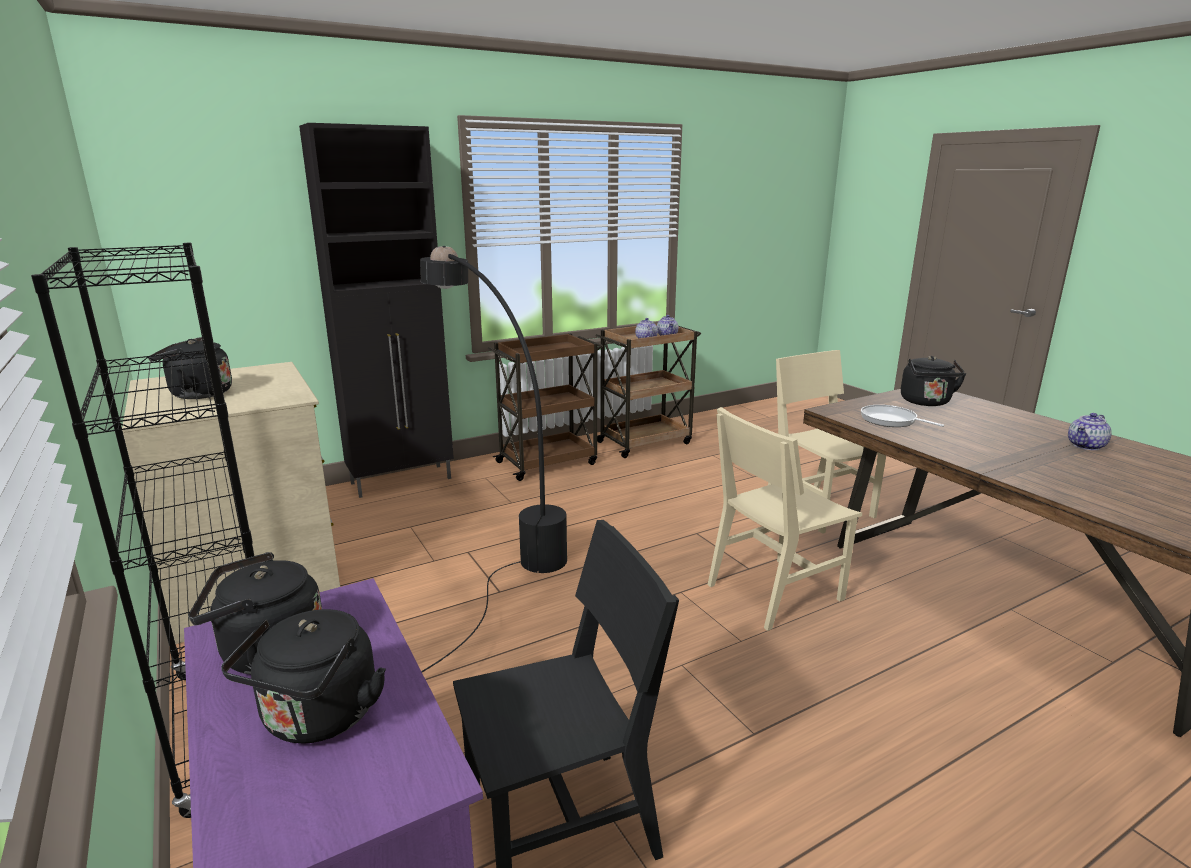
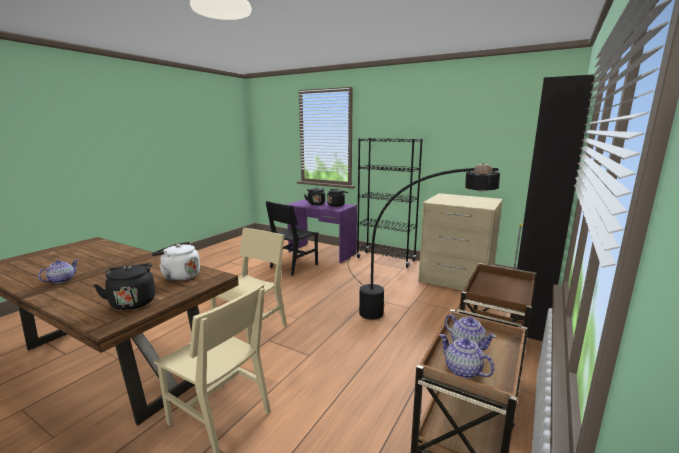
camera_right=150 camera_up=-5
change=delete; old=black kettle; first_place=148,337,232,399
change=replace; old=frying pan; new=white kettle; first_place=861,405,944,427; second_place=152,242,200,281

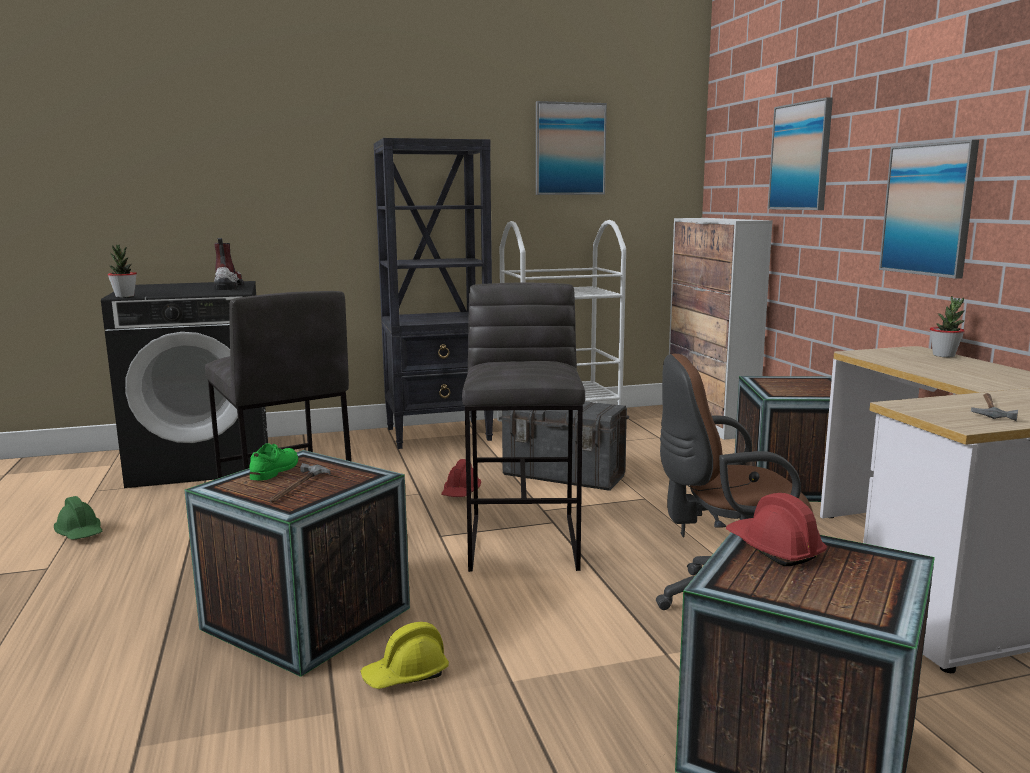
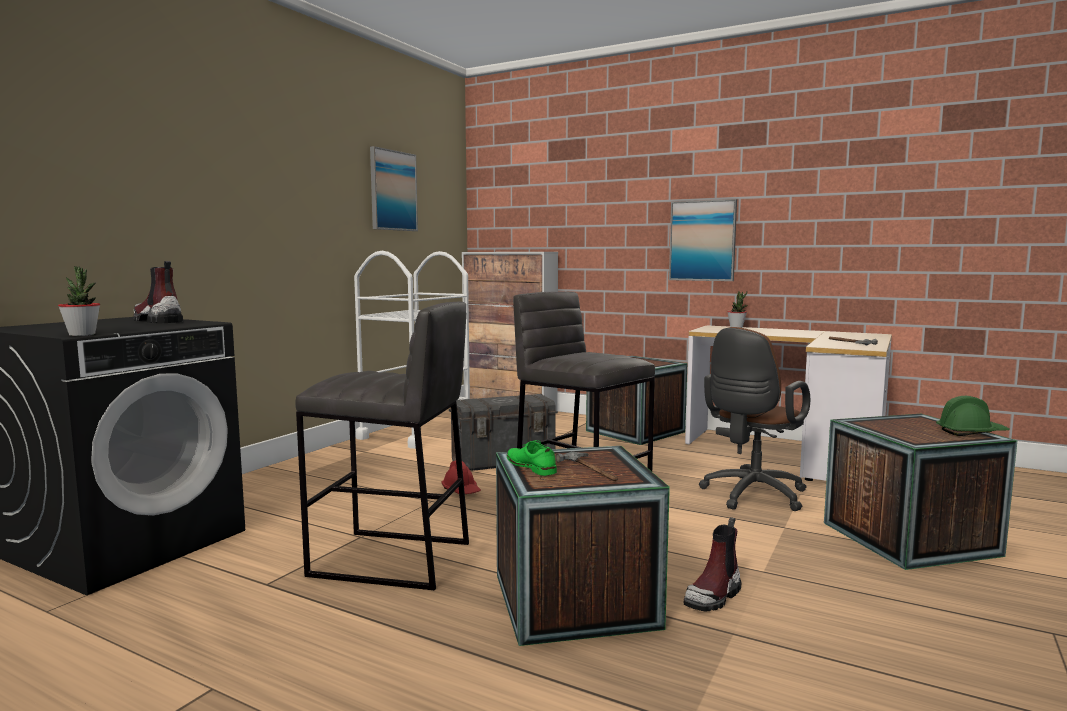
camera_right=-45 camera_up=-5
change=move; old=green hard hat; first_place=54,496,102,539; second_place=936,396,1010,436
change=replace; old=yellow hard hat; new=boot; first_place=360,622,449,689; second_place=683,517,742,611
change=delete; old=black bookcase; first_place=374,138,494,449
change=delete; old=red hard hat; first_place=726,493,827,566
change=delete; old=picture; first_place=768,97,833,210

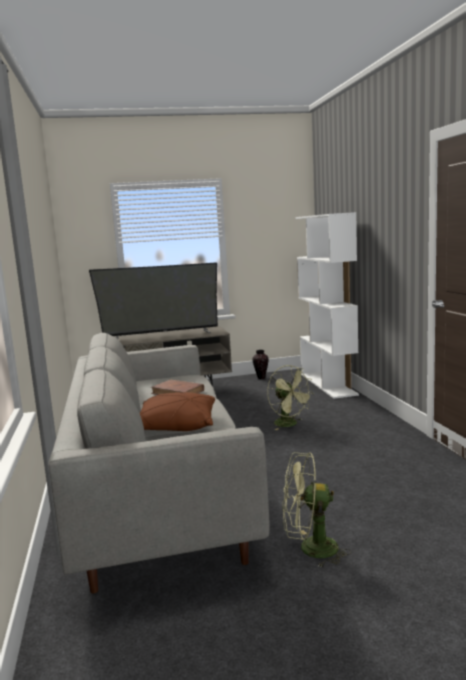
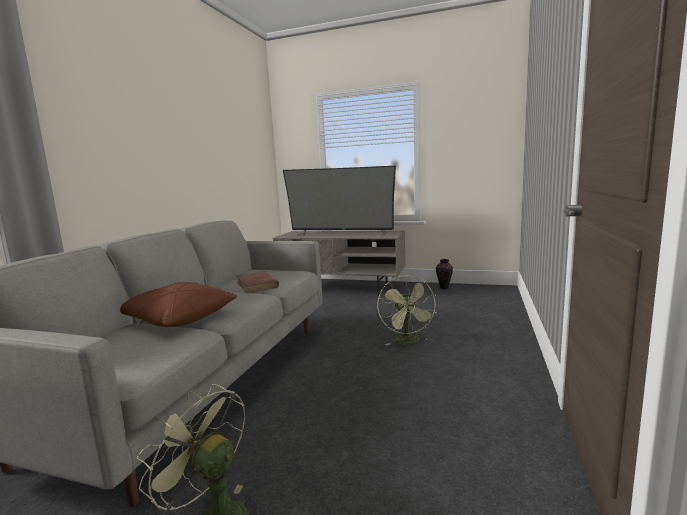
camera_right=30 camera_up=0
change=delete; old=white bookcase; first_place=296,212,359,399

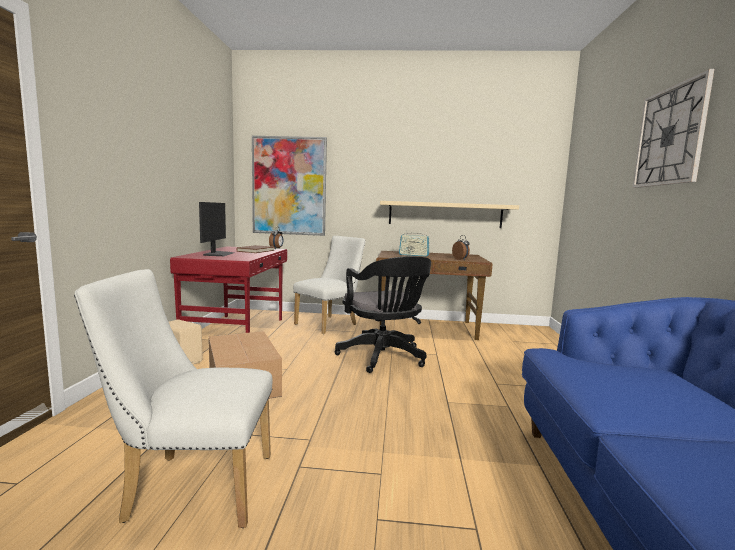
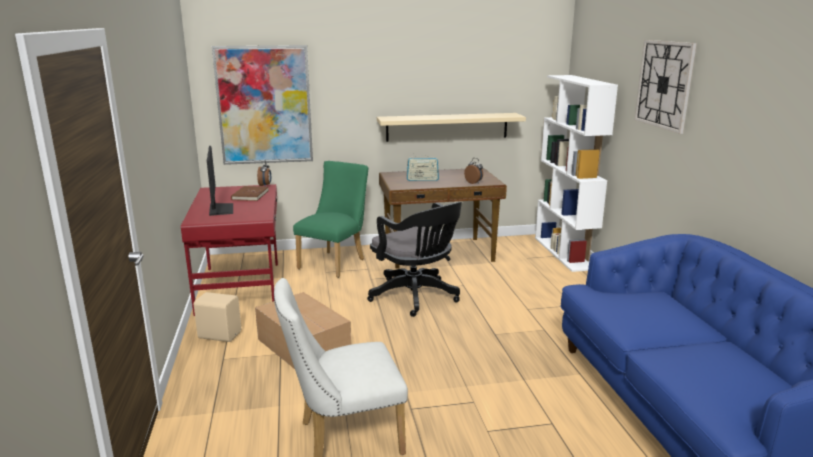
camera_right=-15 camera_up=10
change=recolor; old=white chair; new=green chair; first_place=293,236,366,334; second_place=293,161,368,278
change=insert; new=white bookcase; second_place=535,75,618,272

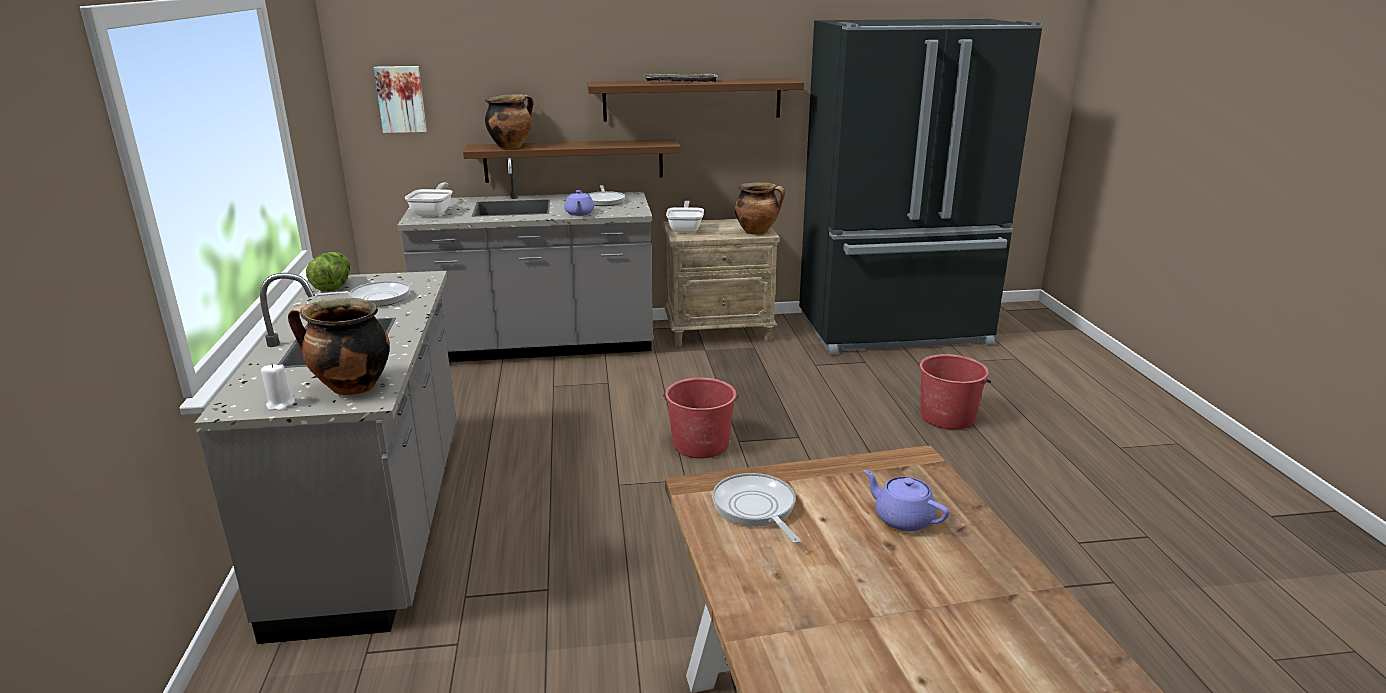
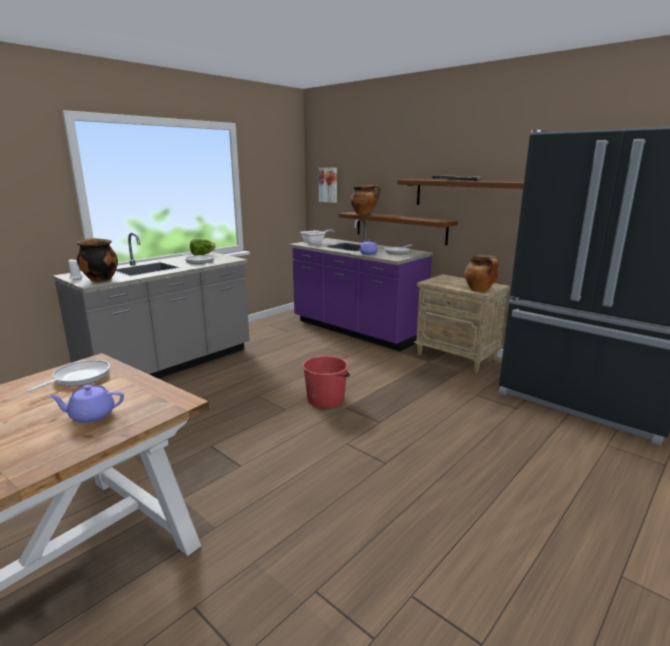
camera_right=50 camera_up=-5
change=recolor; old=grey counter; new=purple counter; first_place=397,158,653,362; second_place=289,219,433,352
change=delete; old=frying pan; first_place=666,201,704,233
change=rotate; old=purple teapot; first_place=863,470,949,531; second_place=48,385,124,423; degrees=-105
change=delete; old=red bucket; first_place=919,354,991,430

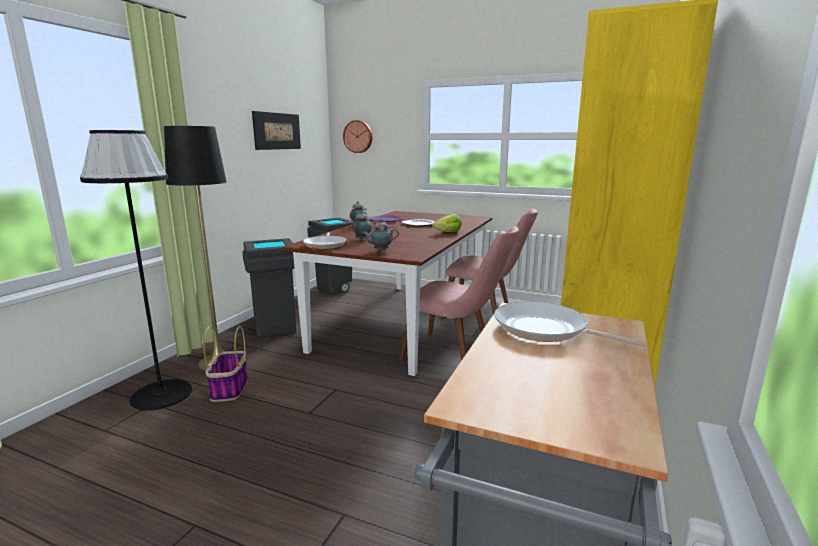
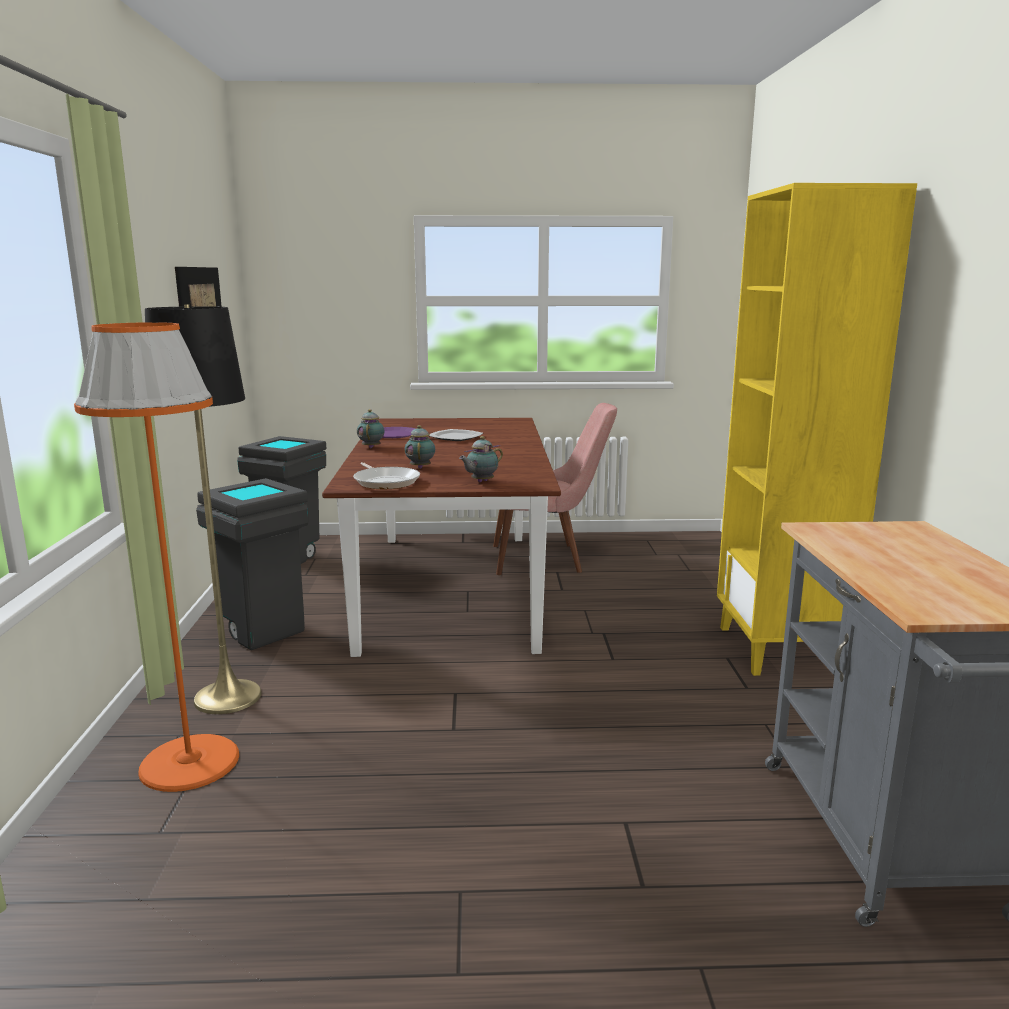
camera_right=-25 camera_up=0
change=recolor; old=black floor lamp; new=orange floor lamp; first_place=80,130,192,410; second_place=74,322,239,792
change=delete; old=basket; first_place=203,326,248,402
change=delete; old=wall clock; first_place=343,120,372,153
change=delete; old=pink chair; first_place=399,226,519,361
change=delete; old=lettuce; first_place=432,214,462,232
change=delete; old=frying pan; first_place=494,301,645,346

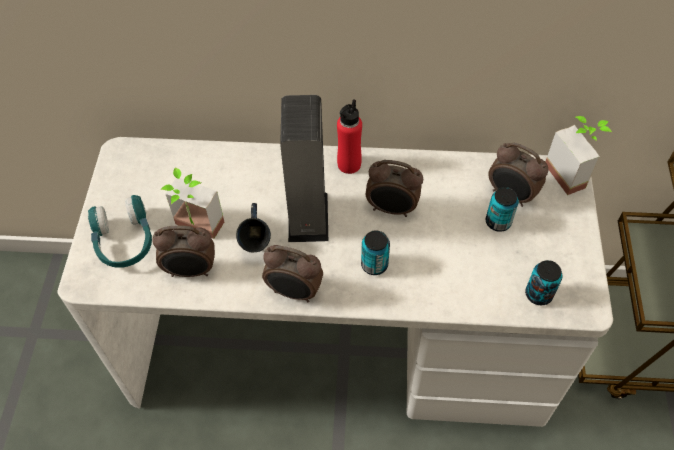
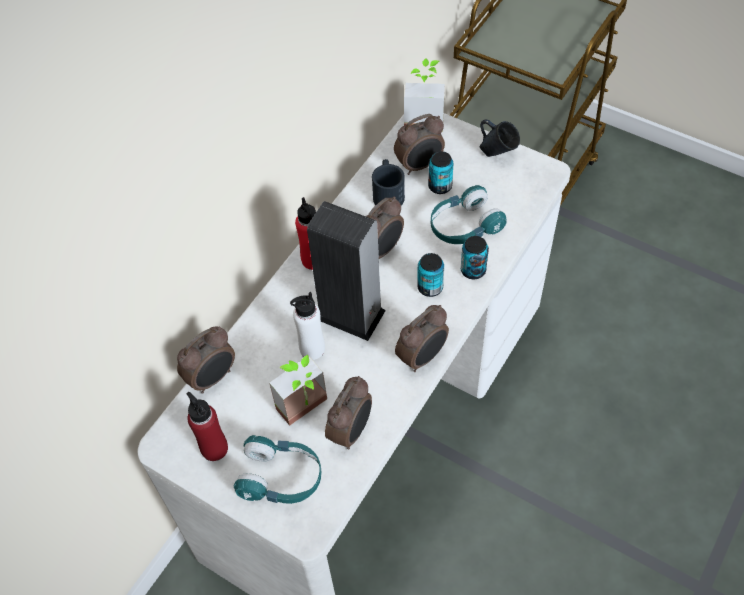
camera_right=-60 camera_up=0
change=move; old=blue mug; first_place=236,203,271,252; second_place=479,120,520,157
change=move; old=can; first_place=525,260,562,305; second_place=461,236,489,279
change=insert; new=alarm clock; second_place=177,327,235,394
change=insert; new=red bottle; second_place=186,392,228,461
change=insert; new=white bottle; second_place=290,292,325,360
change=insert; new=black mug; second_place=372,159,405,206
change=insert; new=turquoise headphones; second_place=431,185,507,244

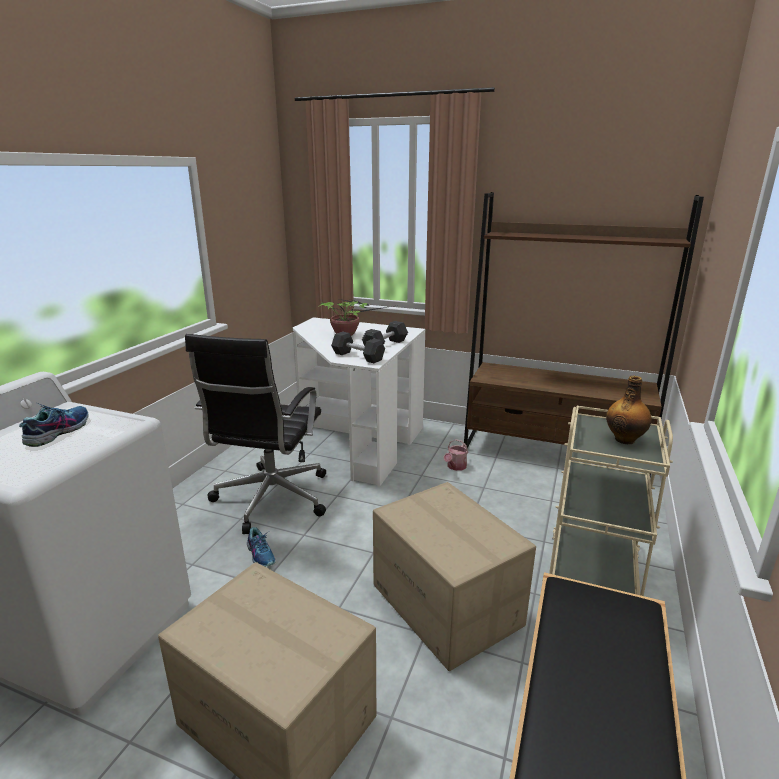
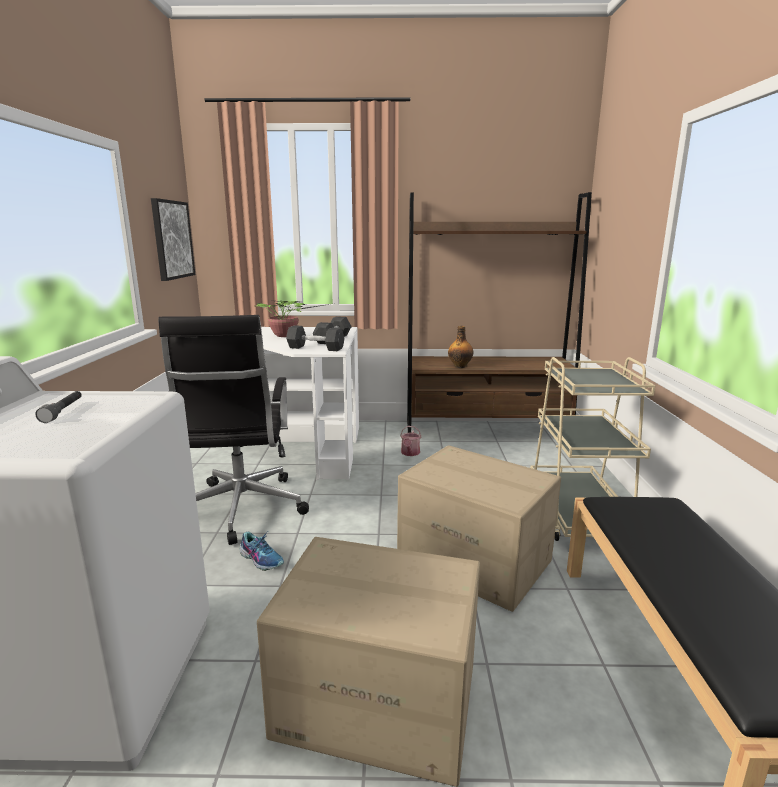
camera_right=-20 camera_up=-5
change=replace; old=shoe; new=grey flashlight; first_place=19,403,89,447; second_place=35,391,82,423
change=move; old=bottle; first_place=606,376,652,444; second_place=448,326,473,368
change=insert; new=picture; second_place=151,198,195,281

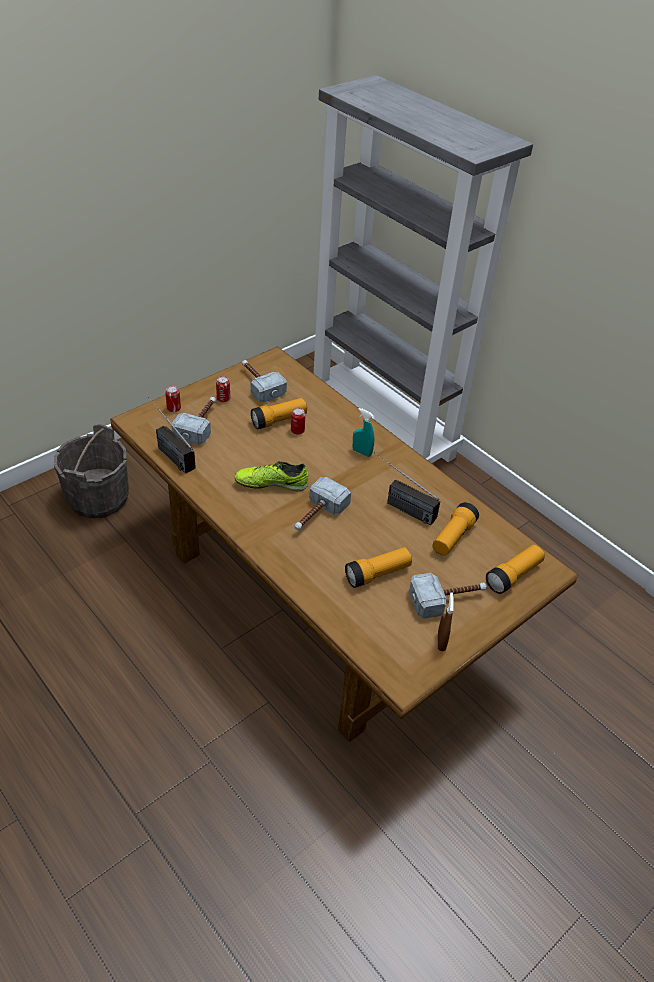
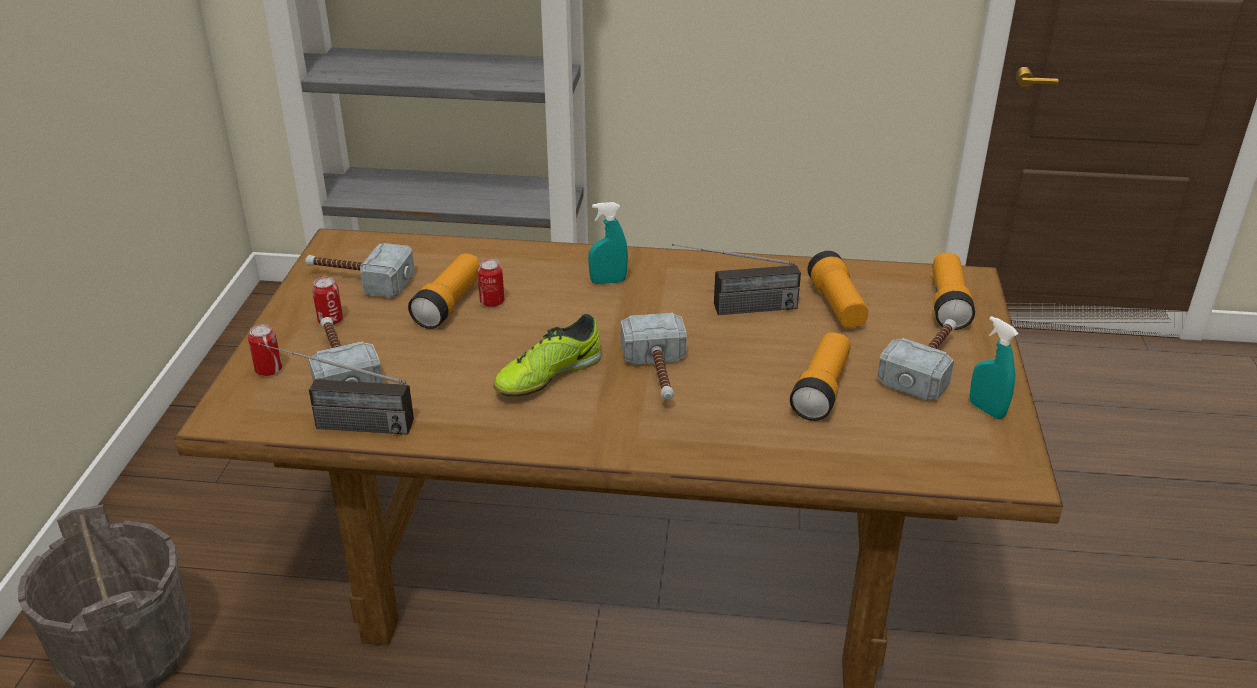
camera_right=-40 camera_up=-10
change=recolor; old=brown spray bottle; new=turquoise spray bottle; first_place=438,592,454,651; second_place=970,316,1019,419

